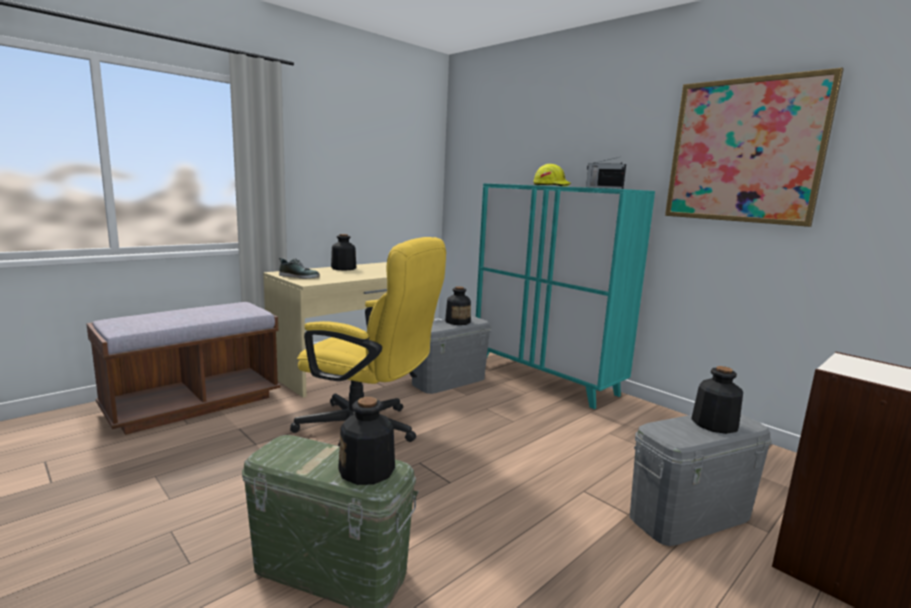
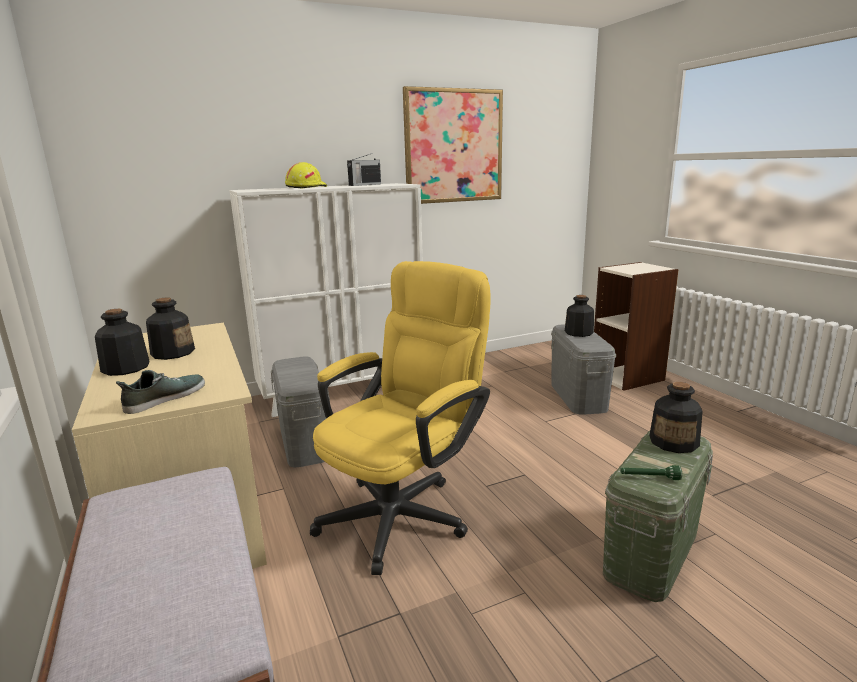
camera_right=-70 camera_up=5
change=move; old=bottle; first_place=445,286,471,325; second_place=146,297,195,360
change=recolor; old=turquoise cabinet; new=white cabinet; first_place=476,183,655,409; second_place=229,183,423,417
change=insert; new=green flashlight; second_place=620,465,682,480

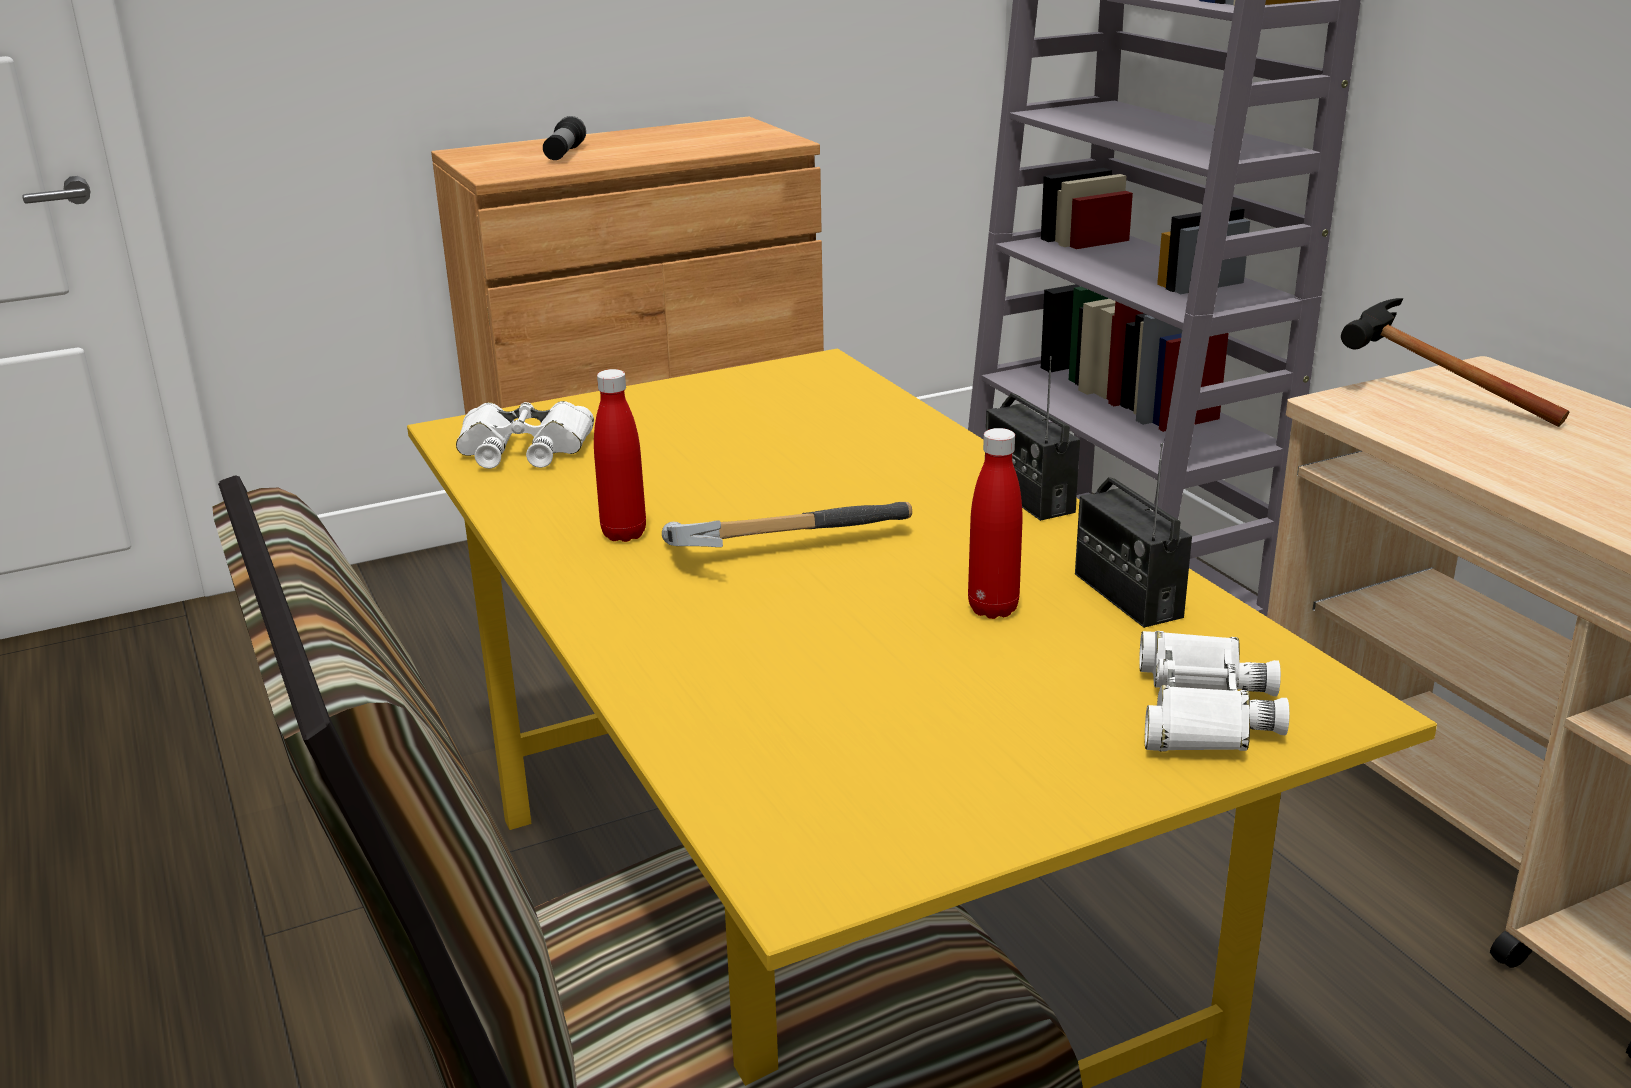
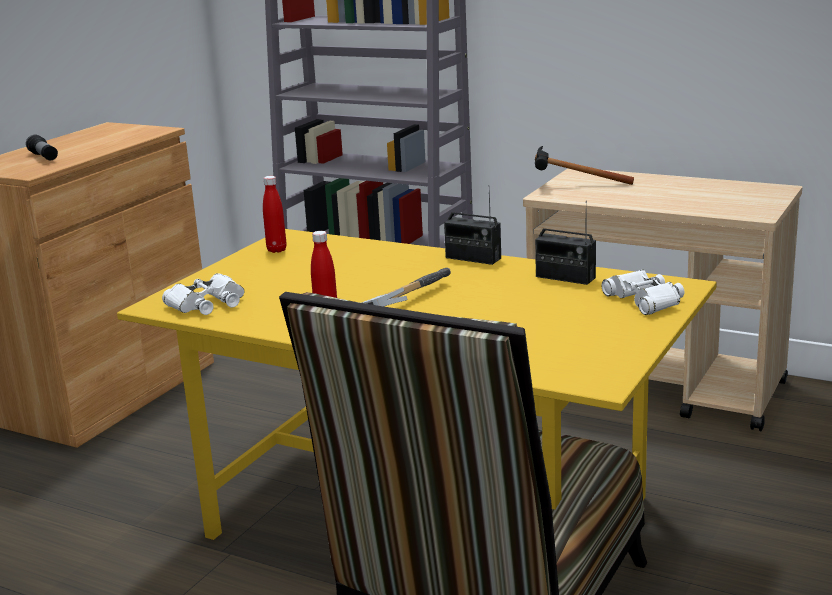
camera_right=-35 camera_up=-5
change=move; old=red bottle; first_place=968,428,1022,619; second_place=263,176,287,253

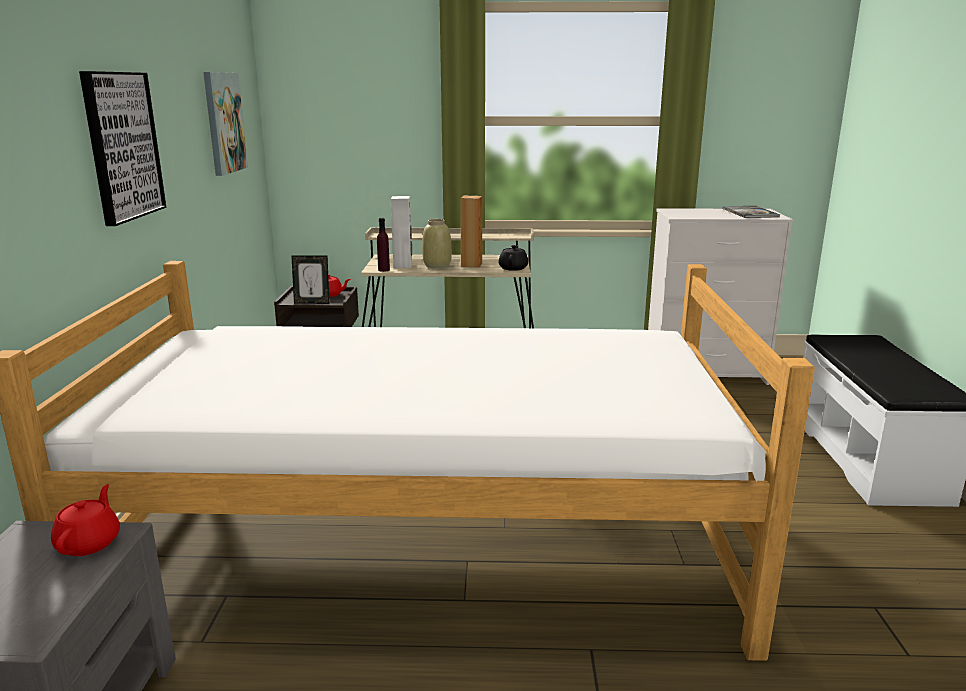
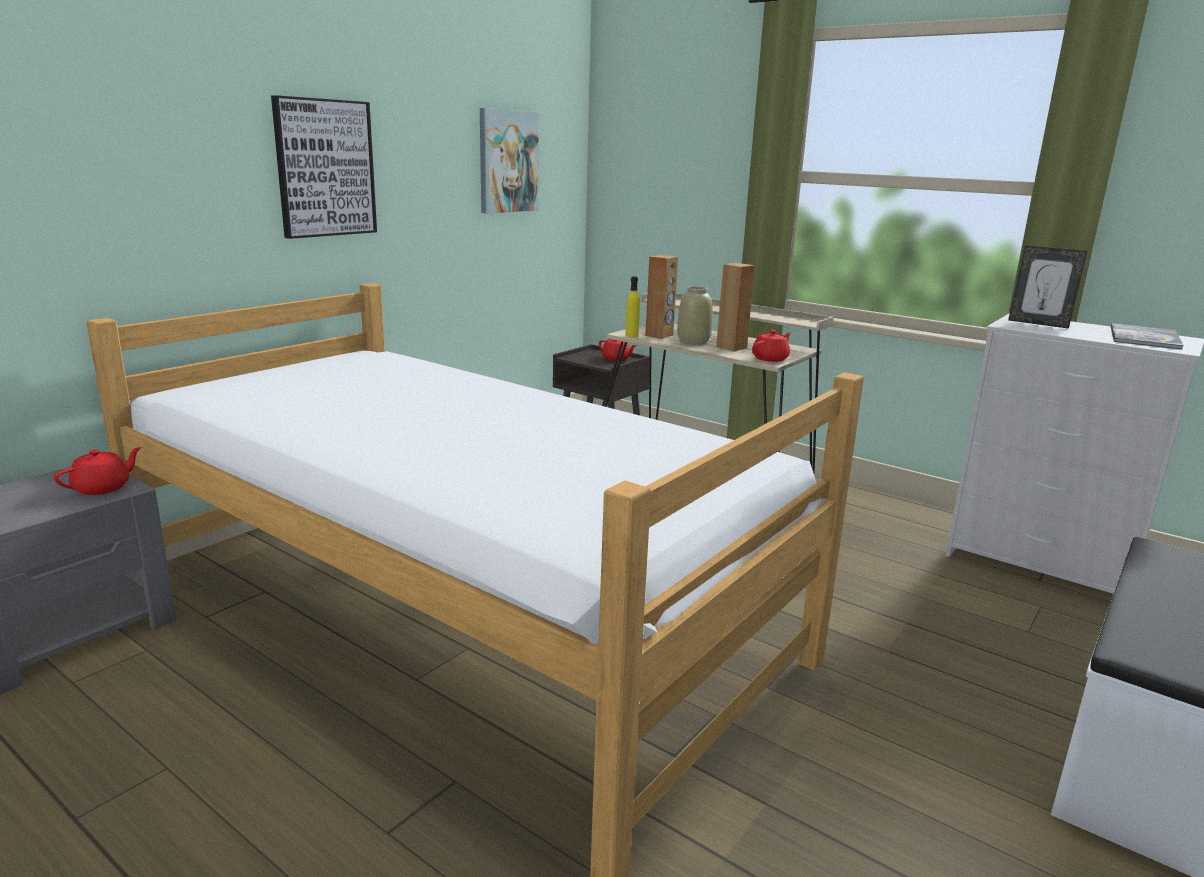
camera_right=35 camera_up=0
change=move; old=picture frame; first_place=291,255,330,304; second_place=1008,246,1087,329
change=recolor; old=purple bottle; new=yellow bottle; first_place=377,218,390,272; second_place=625,276,640,338
change=recolor; old=white speaker; new=brown speaker; first_place=391,196,412,268; second_place=645,255,678,339
change=recolor; old=black teapot; new=red teapot; first_place=498,245,528,271; second_place=752,330,791,362

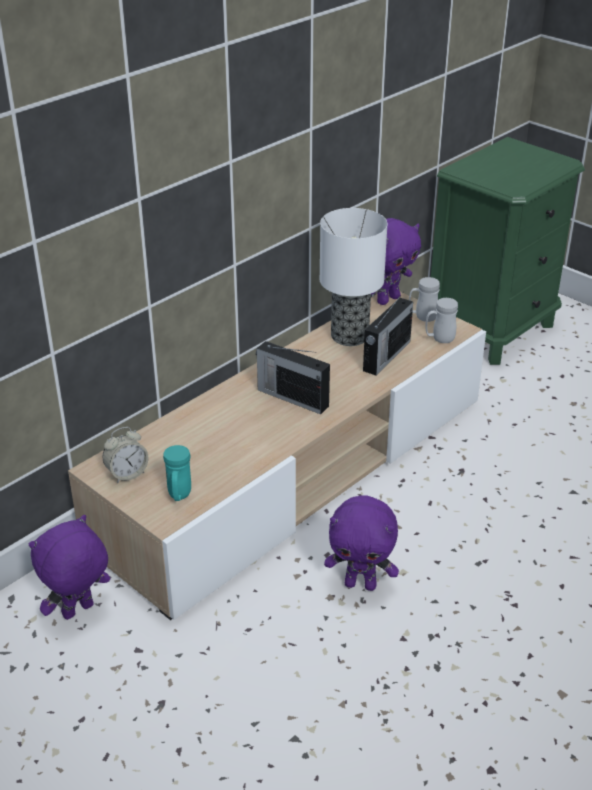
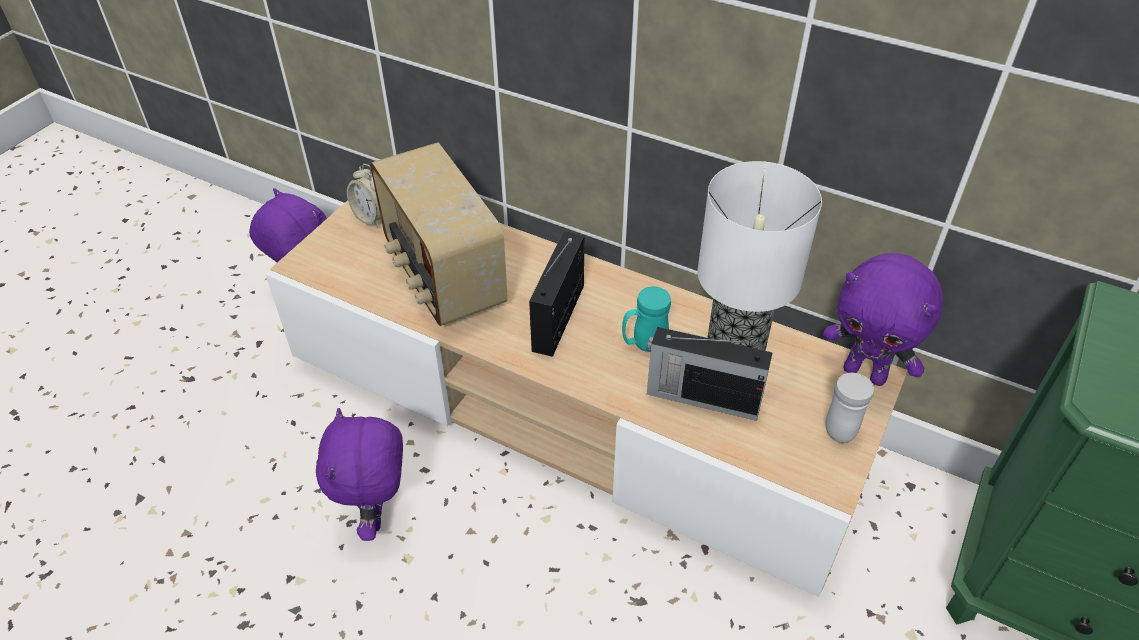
camera_right=75 camera_up=10
change=move; old=turquoise mug; first_place=163,445,191,501; second_place=622,286,671,352
change=delete; old=white mug; first_place=426,298,458,343
change=insert; new=radio; second_place=370,142,508,326

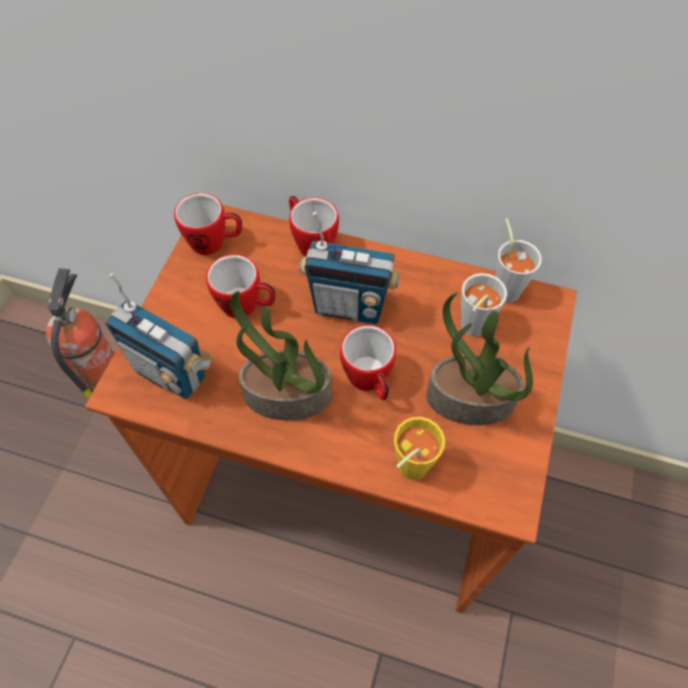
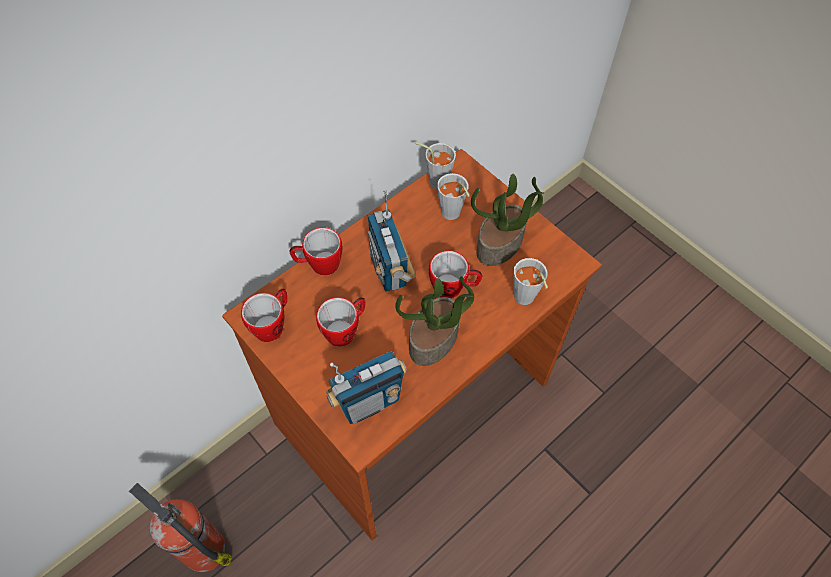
camera_right=-60 camera_up=0
change=rotate; old=radio; first_place=300,212,400,324; second_place=368,190,416,292; degrees=120
change=recolor; old=yellow cup; new=grey cup; first_place=394,417,445,480; second_place=513,258,548,305

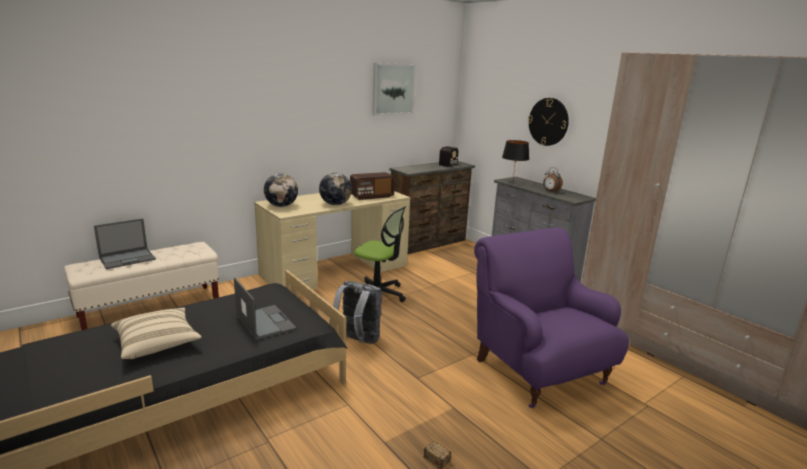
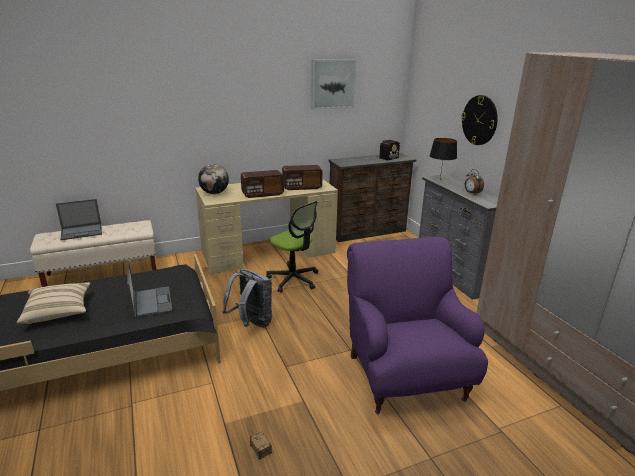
camera_right=15 camera_up=5
change=replace; old=globe; new=radio; first_place=319,172,352,205; second_place=241,170,284,198

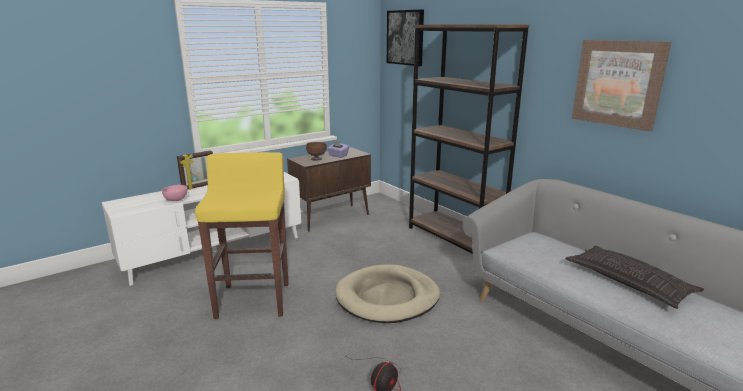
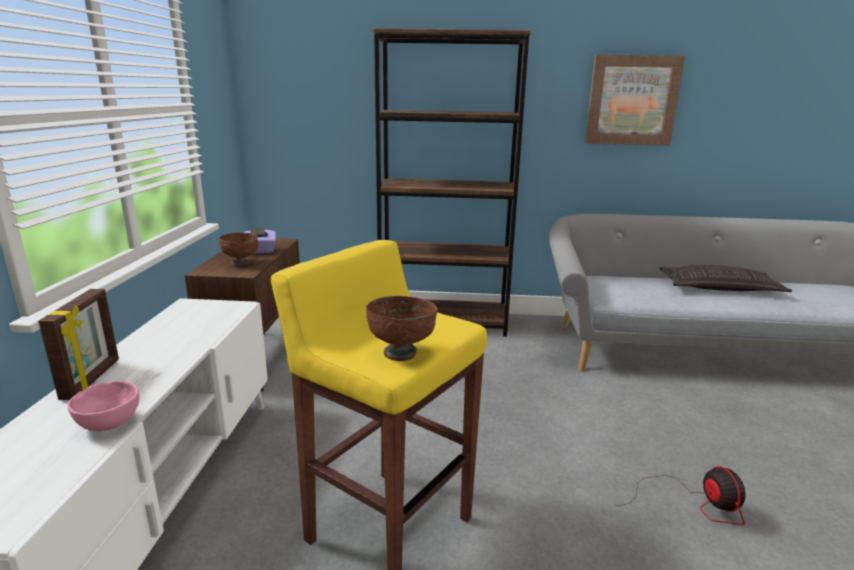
camera_right=-50 camera_up=0
change=delete; old=beige dog bed; first_place=335,264,440,323
change=delete; old=picture; first_place=387,10,424,66
change=insert; new=brown bowl; second_place=366,296,438,361

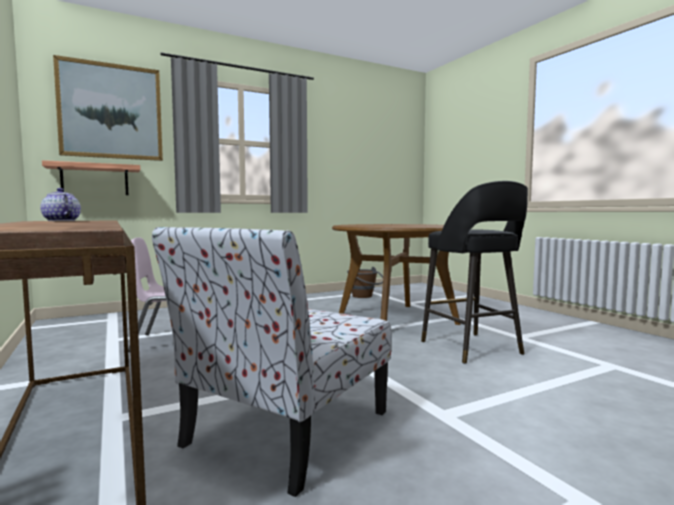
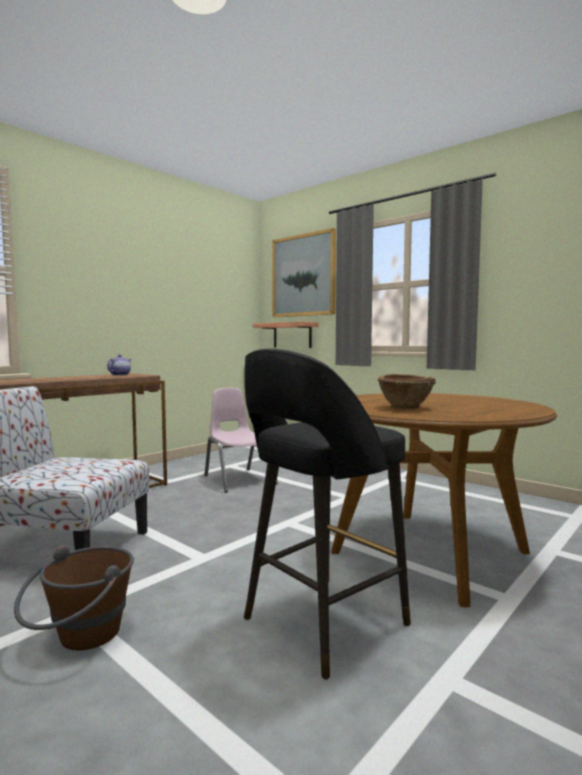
camera_right=70 camera_up=0
change=move; old=brown bucket; first_place=347,267,383,298; second_place=14,546,134,650
change=insert; new=brown bowl; second_place=378,374,436,410

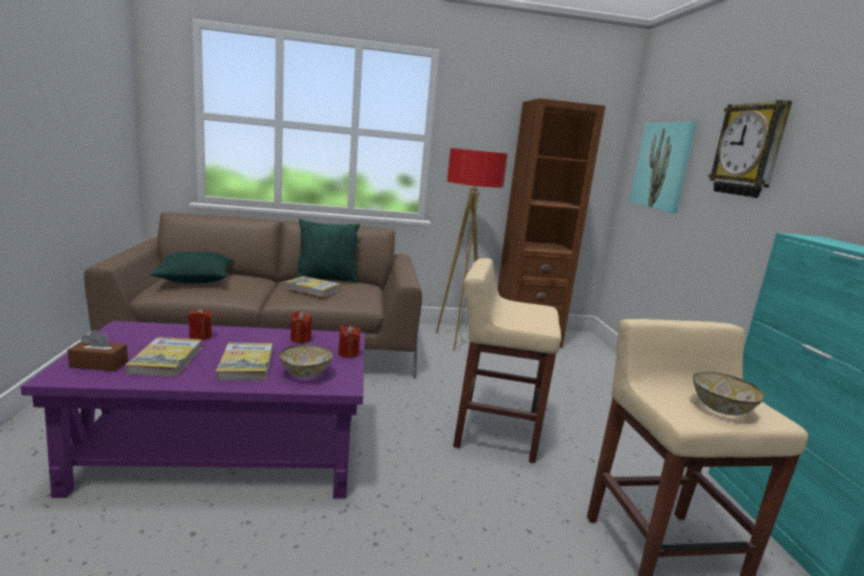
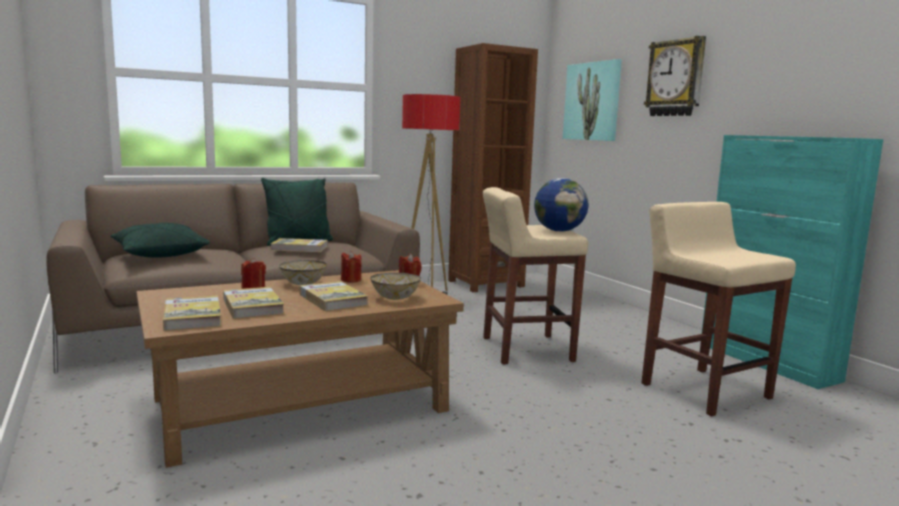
camera_right=-20 camera_up=-5
change=recolor; old=purple coffee table; new=brown coffee table; first_place=20,321,365,499; second_place=136,270,464,468
change=replace; old=brown tissue box; new=book; first_place=67,330,128,371; second_place=163,295,221,331
change=move; old=bowl; first_place=693,372,764,415; second_place=279,260,327,285
change=insert; new=globe; second_place=534,178,589,232

